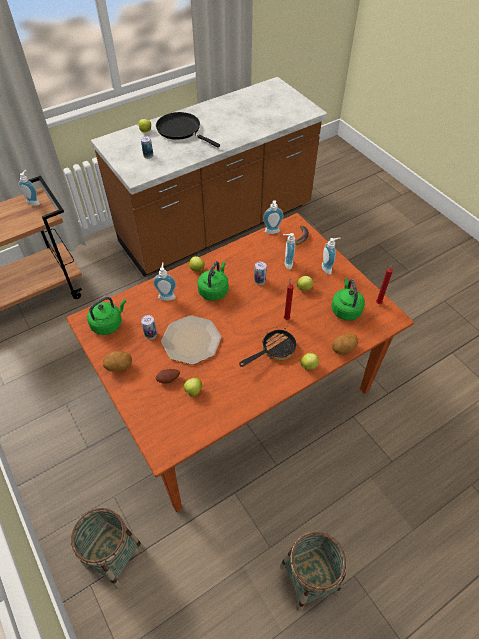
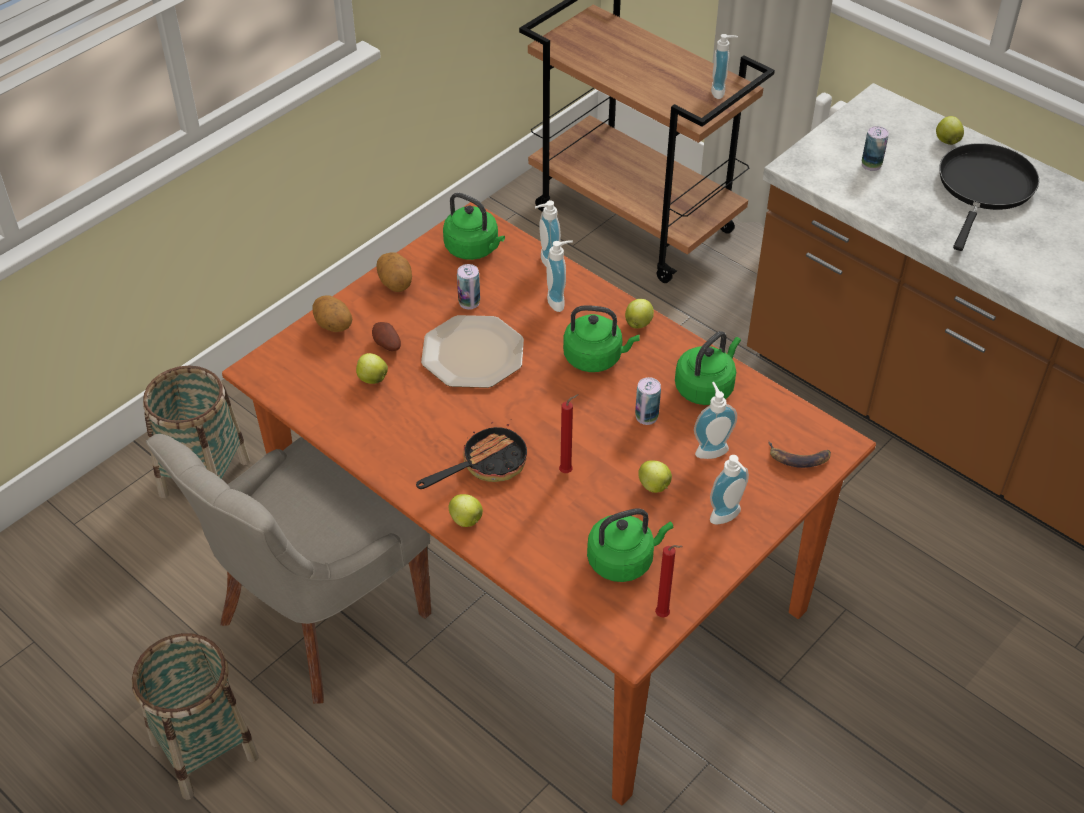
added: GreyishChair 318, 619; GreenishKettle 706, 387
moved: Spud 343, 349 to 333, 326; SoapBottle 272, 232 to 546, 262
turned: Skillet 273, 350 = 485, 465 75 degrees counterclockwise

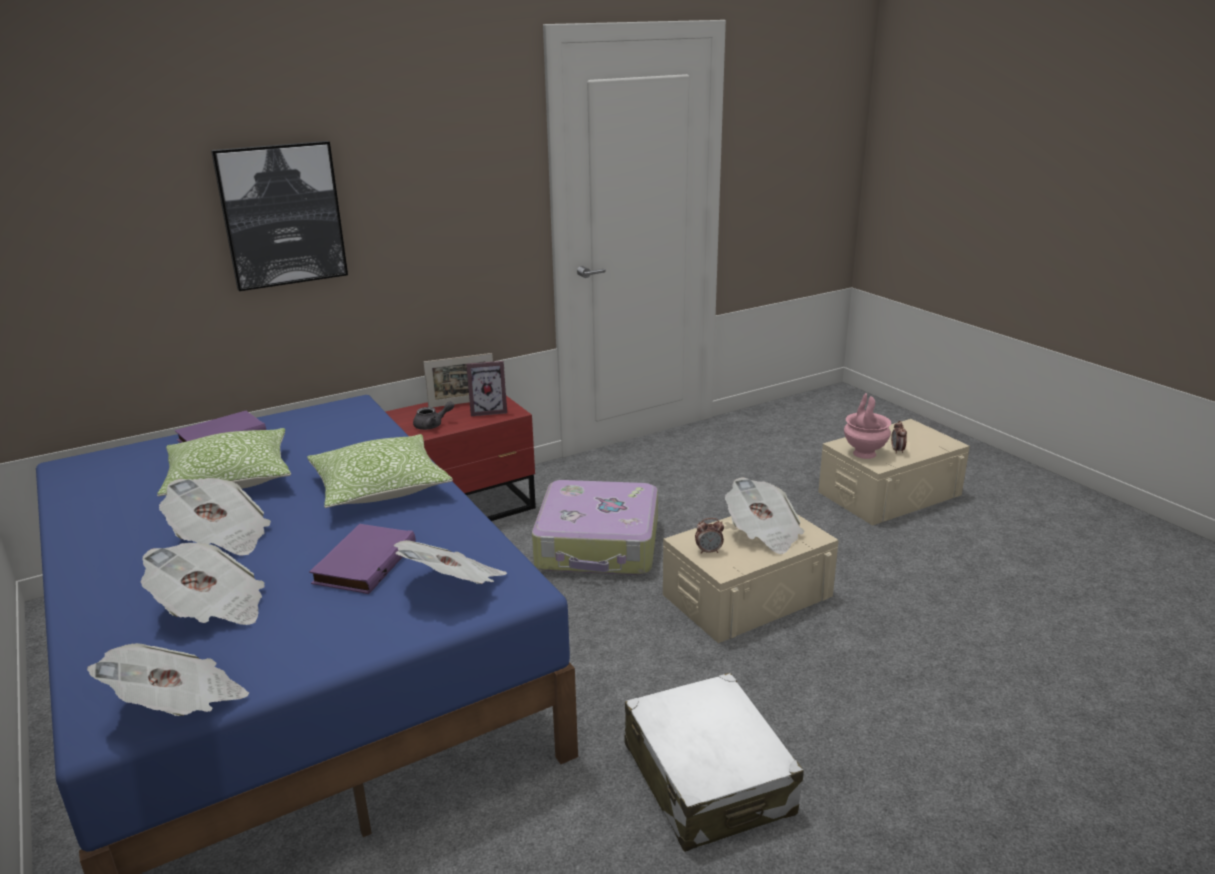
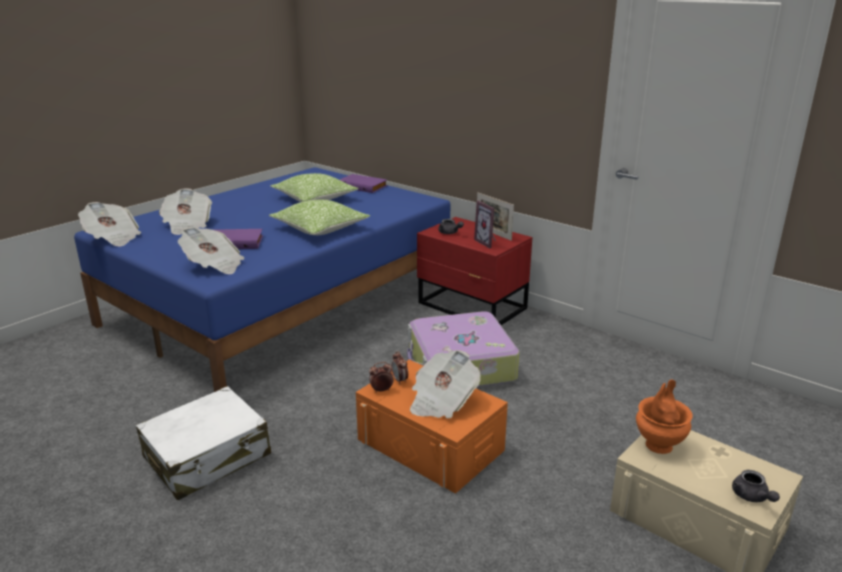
removed: DailyPaper 221, 538; WallPicture 282, 215
added: GreyishPotForTea 752, 497
moved: AlarmClock 897, 451 to 381, 390
recoloured: BeigeStorageBin 747, 595 to OrangeColouredStorageBin 430, 445; PinkColouredFlowerVase 864, 453 to OrangeColouredFlowerVase 659, 445

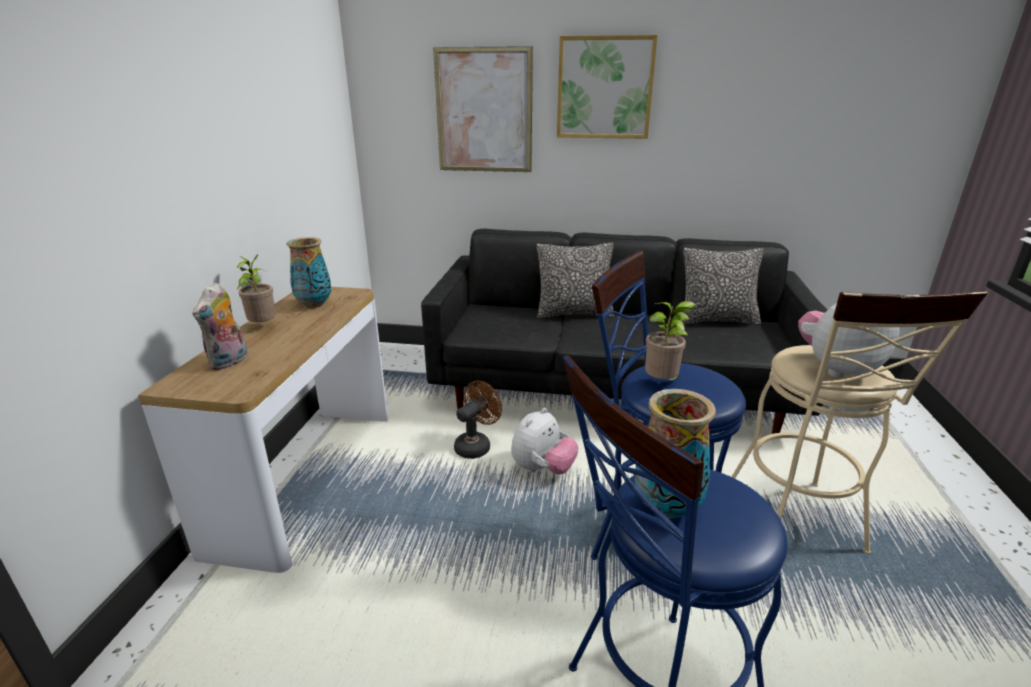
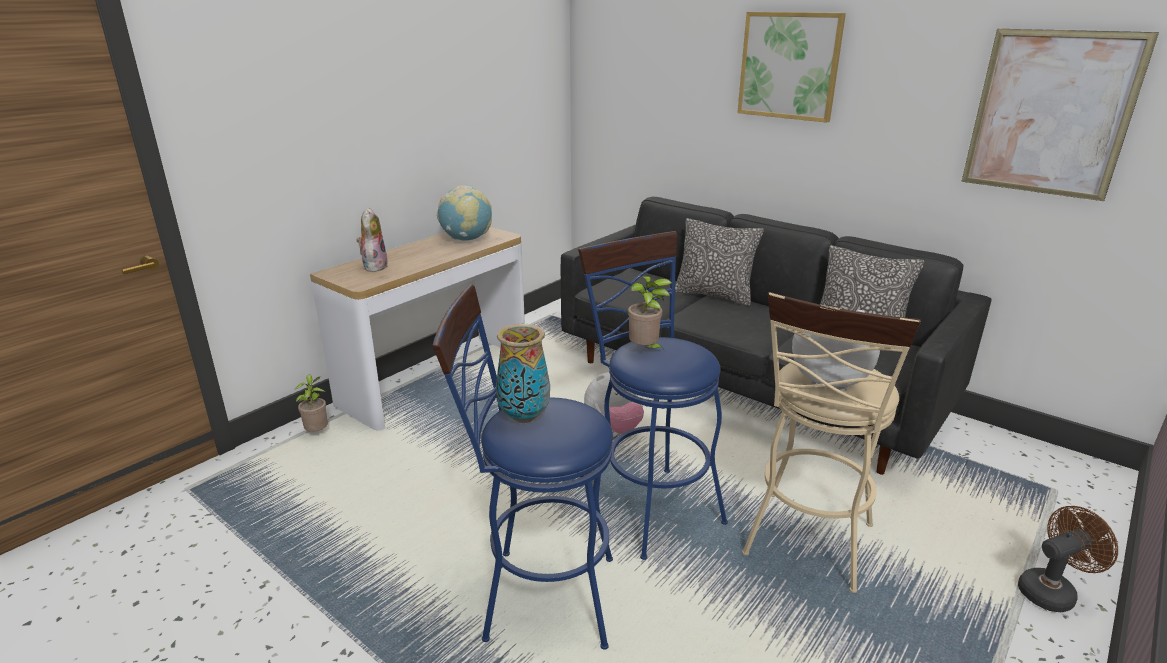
moved: PlantInAPot 263, 327 to 318, 432; WallPicture 484, 111 to 1050, 114; BrownColouredCoolingFan 476, 445 to 1051, 591
replaced: FlowerVase 314, 305 to DeskGlobe 466, 239
turned: SoftToy 230, 362 = 374, 266 135 degrees clockwise

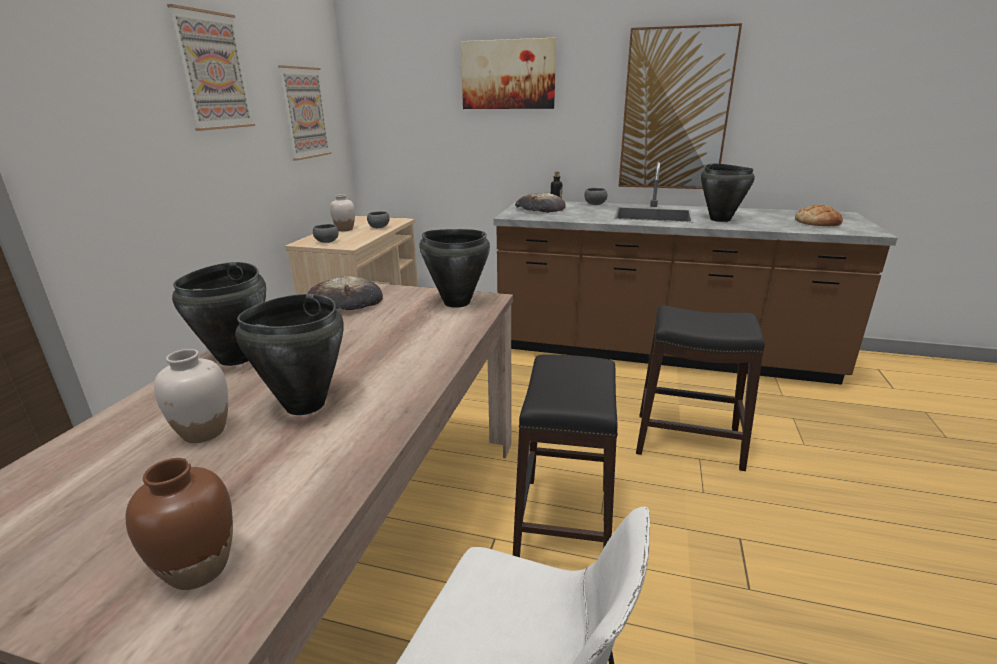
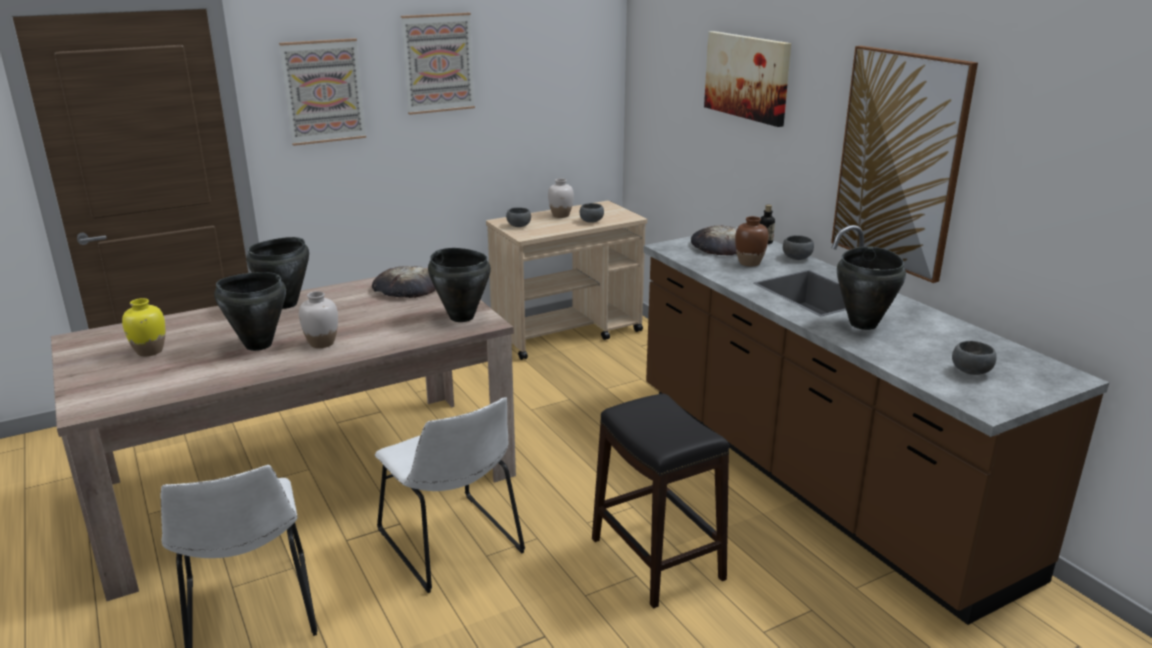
added: YellowColouredFlowerVase 150, 351
moved: WallPicture 305, 113 to 323, 91; WhitishFlowerVase 203, 432 to 321, 343; BrownColouredFlowerVase 198, 568 to 749, 263
replaced: BlackishStoolSeat 565, 523 to WhitishChair 453, 545; BakedBread 817, 222 to GreyishDeepDish 972, 372

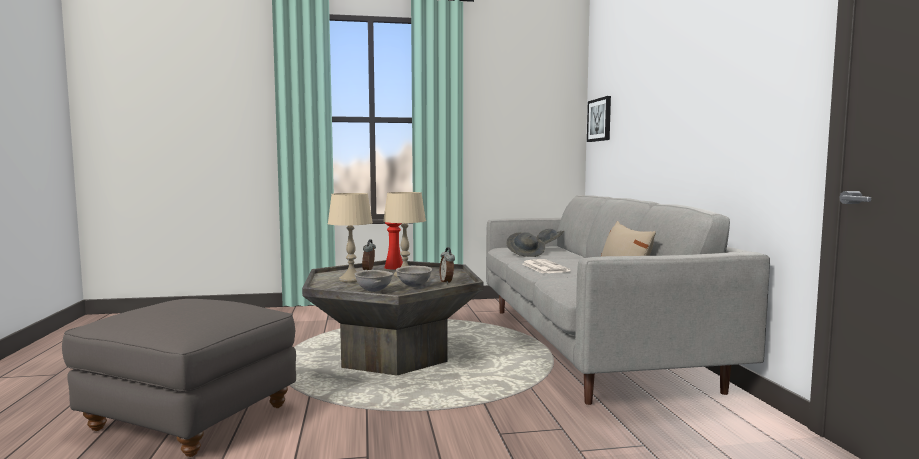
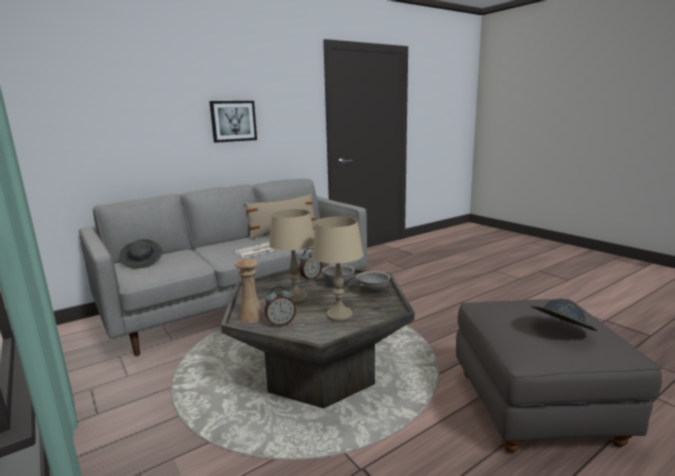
moved: WallPicture 600, 120 to 233, 121; GreyishHat 526, 254 to 560, 331
recoloured: RedFlowerVase 394, 267 to BeigeFlowerVase 251, 317

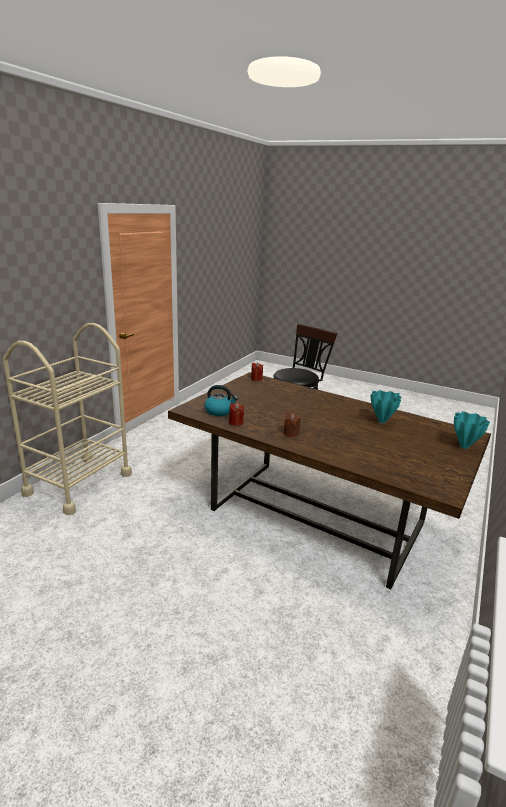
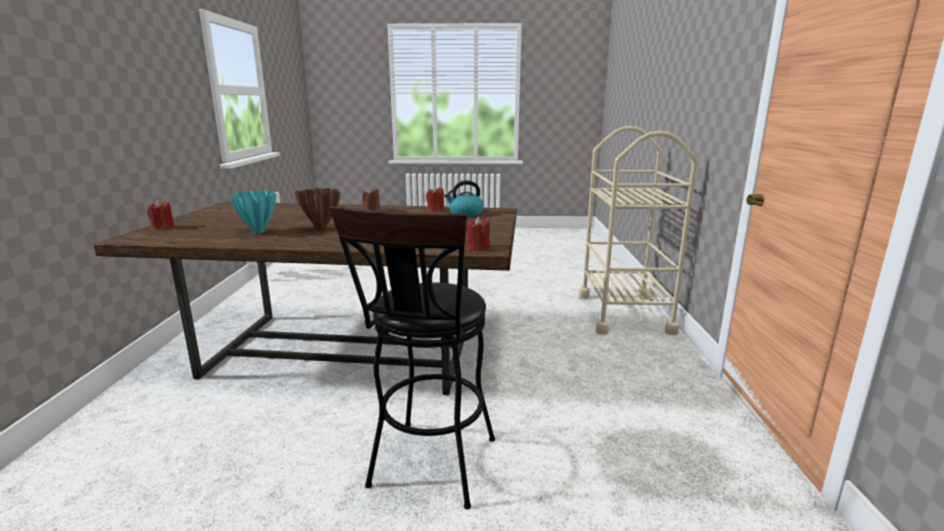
added: BrownColouredFlowerVase 322, 229
replaced: BlueGreenFlowerVase 464, 446 to RedCandle 163, 227

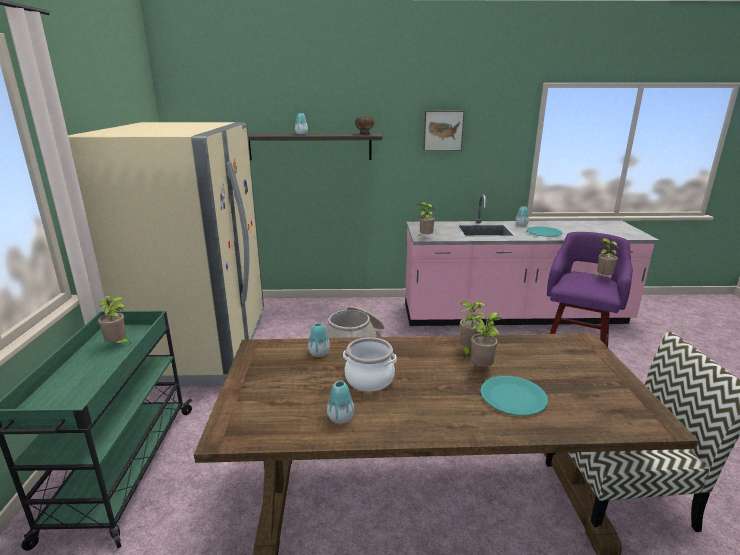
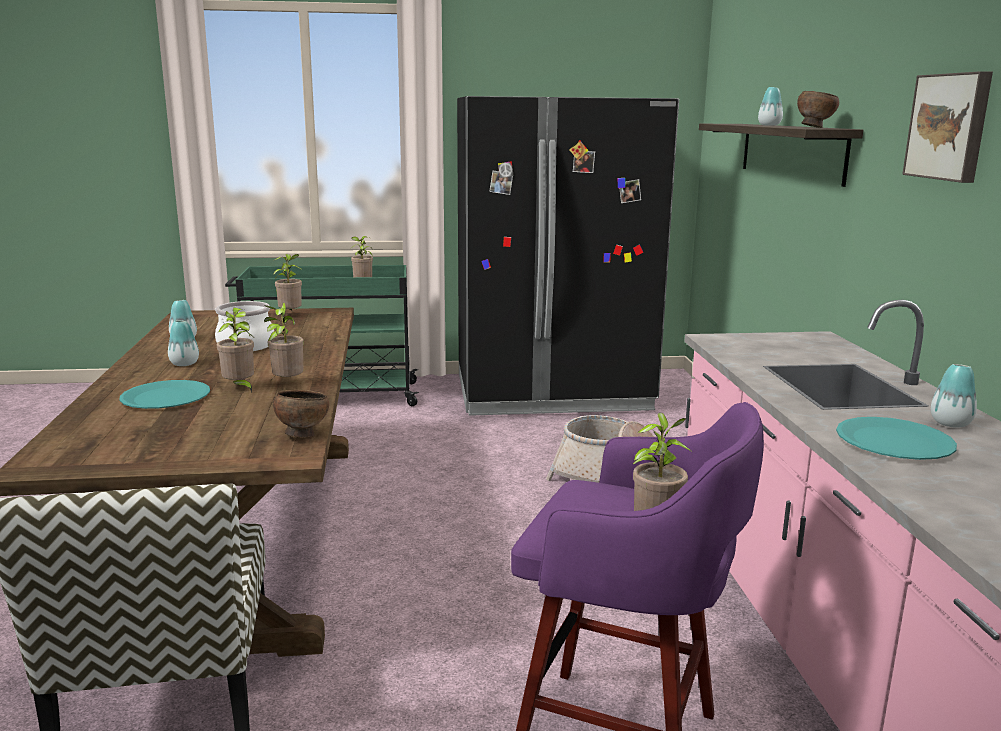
added: BrownColouredDeepDish 302, 435
moved: FlowerVase 319, 353 to 184, 364; PlantInAPot 425, 237 to 291, 315
recoloured: BeigeKitchenFridge 202, 347 to BlackishKitchenFridge 552, 393

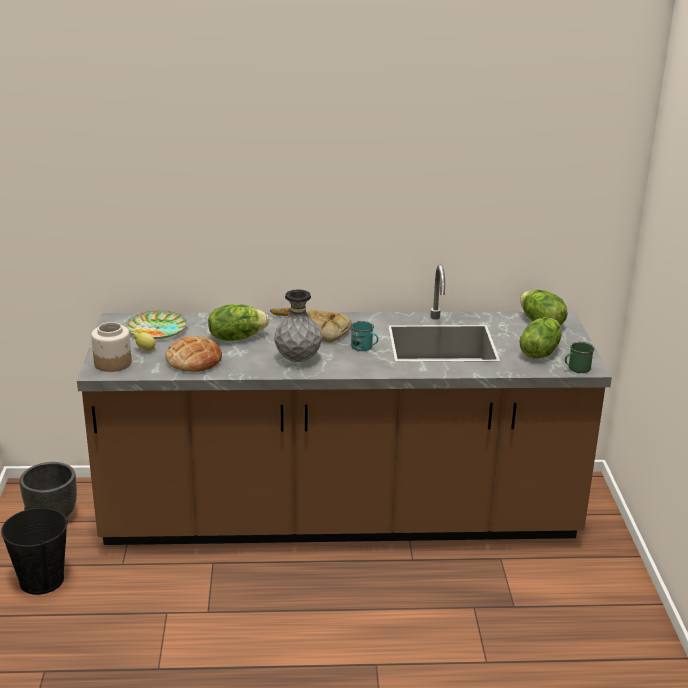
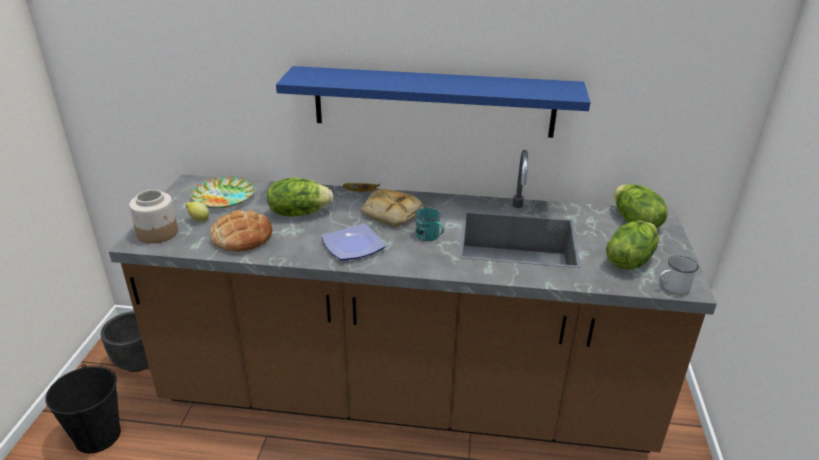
added: BluishWallShelf 433, 102
replaced: GreyishFlowerVase 298, 359 to Plate 352, 246
recoloured: GreenishTeaMug 576, 369 to WhitishTeaMug 672, 287

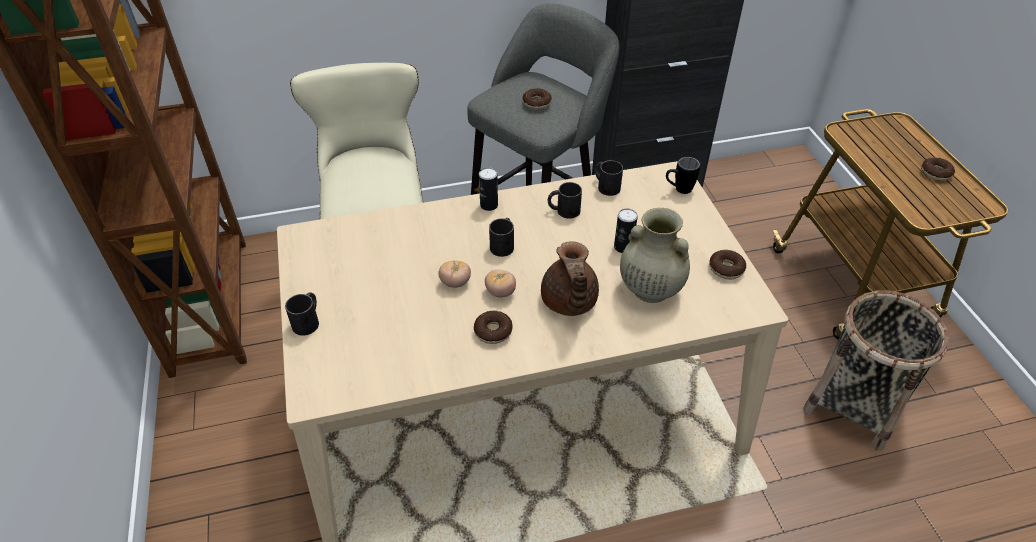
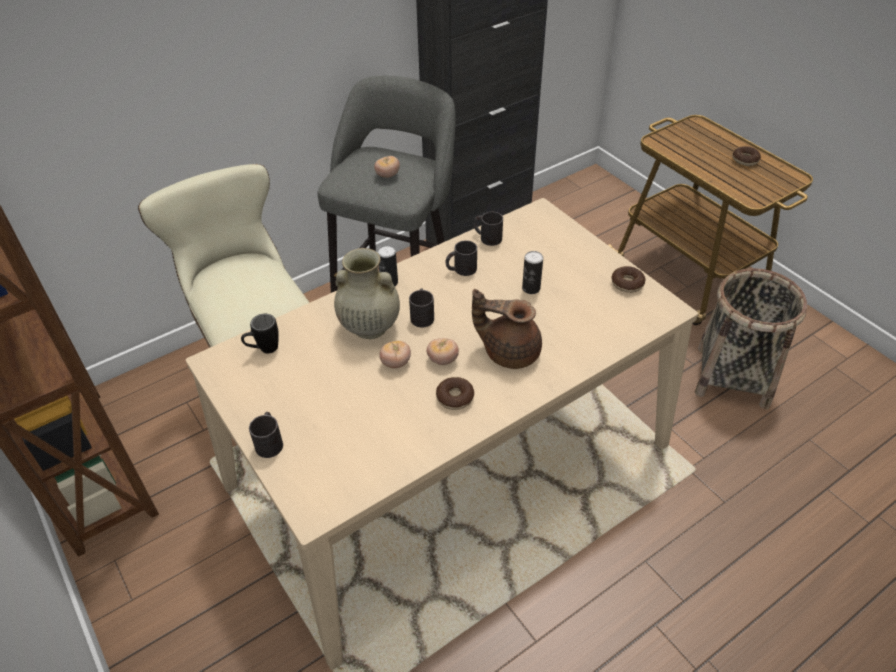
moved: BlackishTeaMug 678, 190 to 263, 350; BeigeFlowerVase 649, 289 to 369, 327
replaced: Doughnut 537, 103 to FreshTomato 387, 175
turned: BrownColouredPotForTea 568, 302 = 509, 351 135 degrees clockwise

